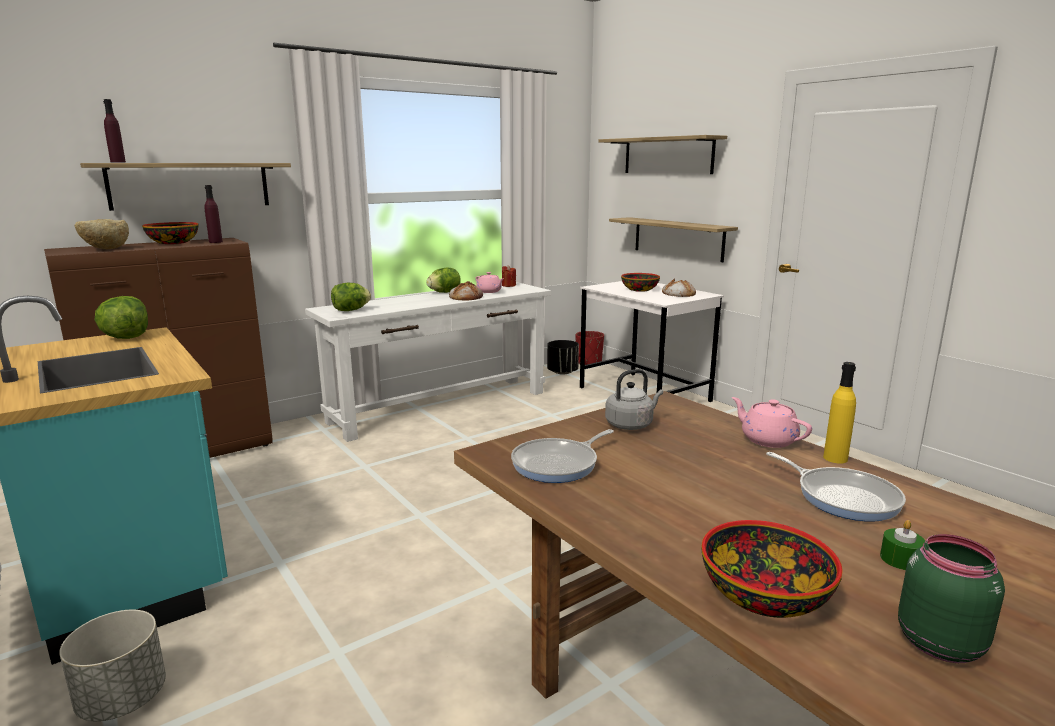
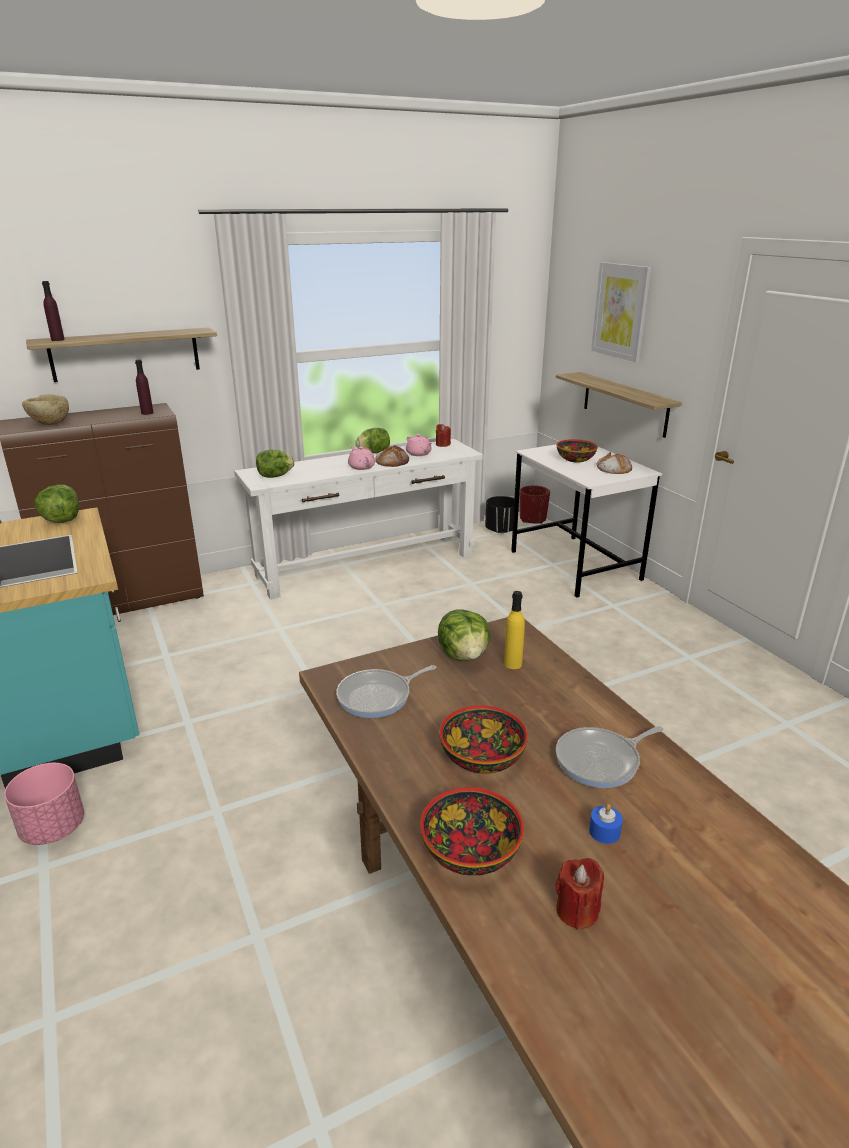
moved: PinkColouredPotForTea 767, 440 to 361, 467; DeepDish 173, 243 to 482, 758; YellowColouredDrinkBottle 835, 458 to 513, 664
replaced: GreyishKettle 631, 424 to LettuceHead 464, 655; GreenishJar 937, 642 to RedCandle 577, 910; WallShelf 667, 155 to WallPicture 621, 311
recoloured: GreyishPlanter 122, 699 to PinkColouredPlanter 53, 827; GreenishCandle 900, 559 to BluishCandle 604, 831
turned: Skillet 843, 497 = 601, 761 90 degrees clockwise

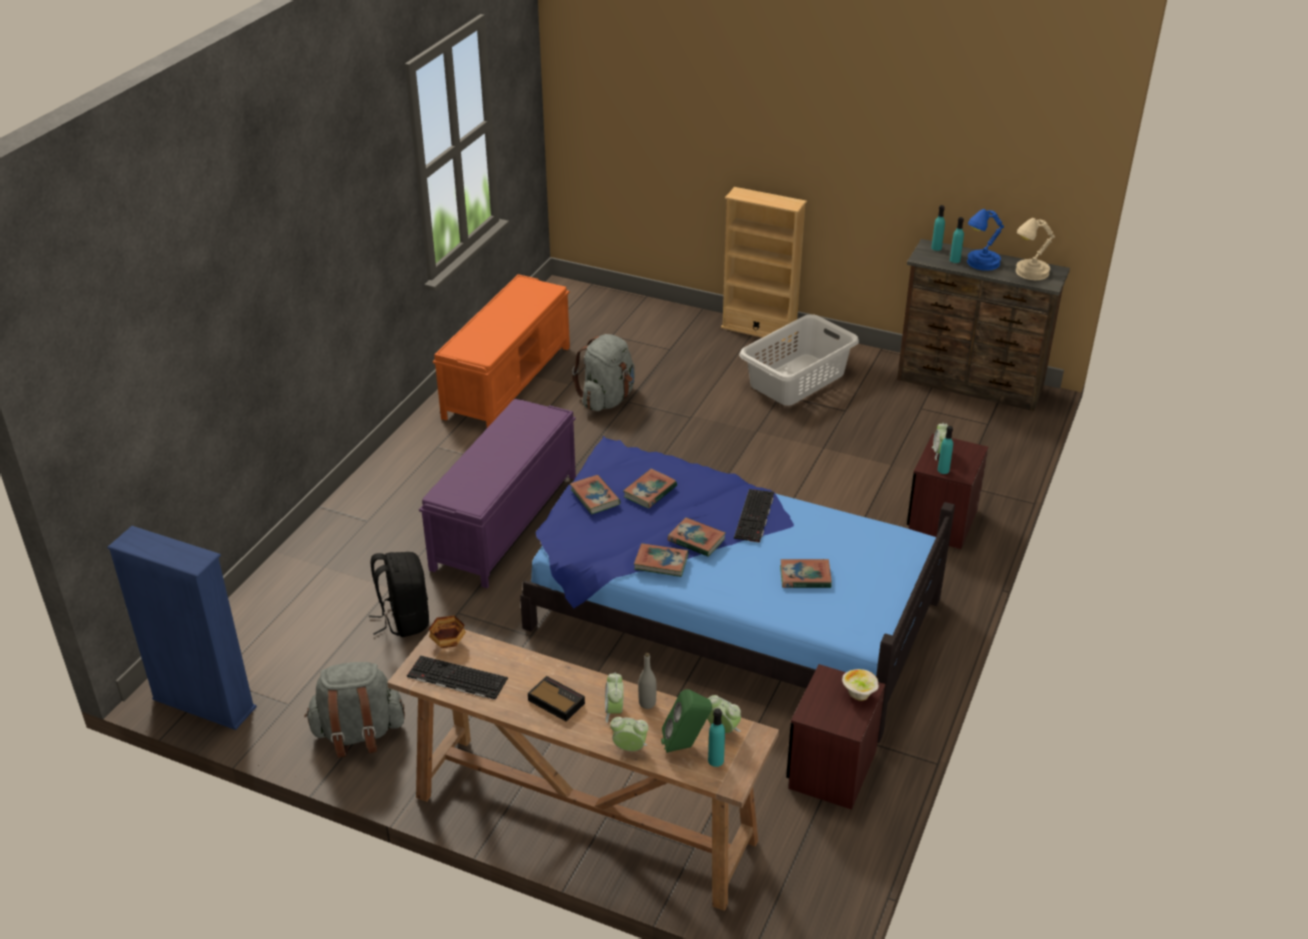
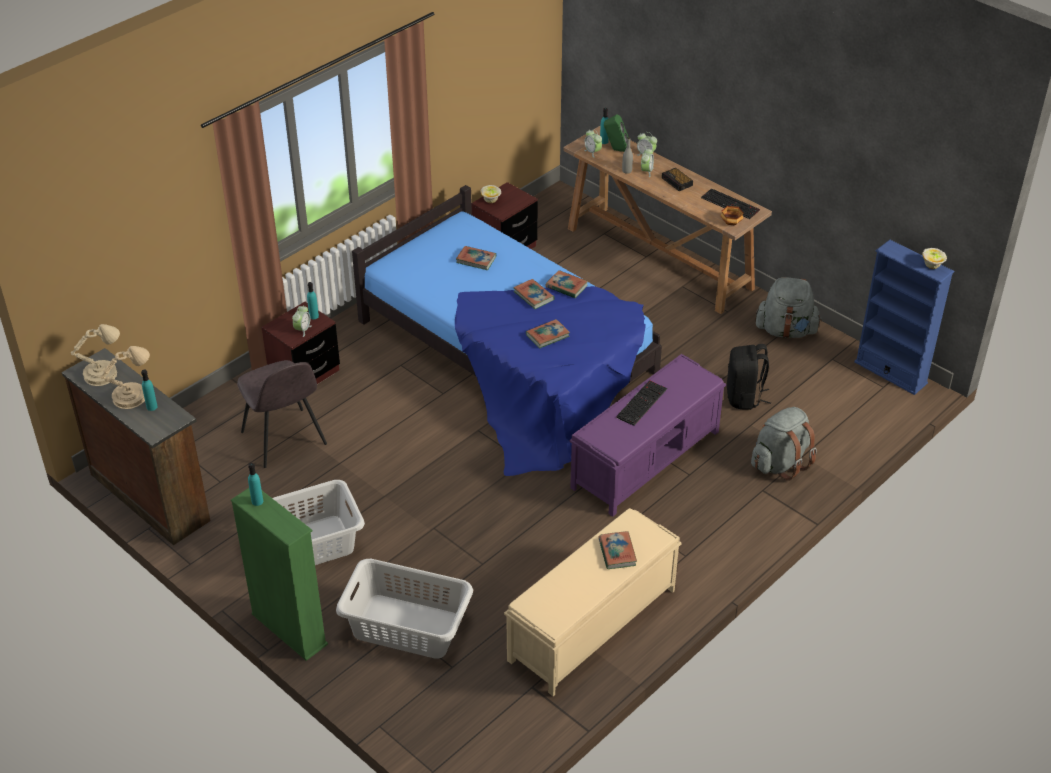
added: GreyishChair 284, 440; GreyishWashingBasket 407, 627; DeepDish 932, 266
moved: BlueGreenDrinkBottle 936, 248 to 257, 501; Book 595, 497 to 617, 552; PcKeyboard 755, 516 to 641, 402; GreyishBackpack 607, 399 to 780, 463
recoloured: BluishLampForATable 981, 263 to BeigeLampForATable 132, 397; BeigeBookcase 759, 330 to GreenishBookcase 289, 629; OrangeColouredIndoorBench 508, 381 to BeigeIndoorBench 591, 626

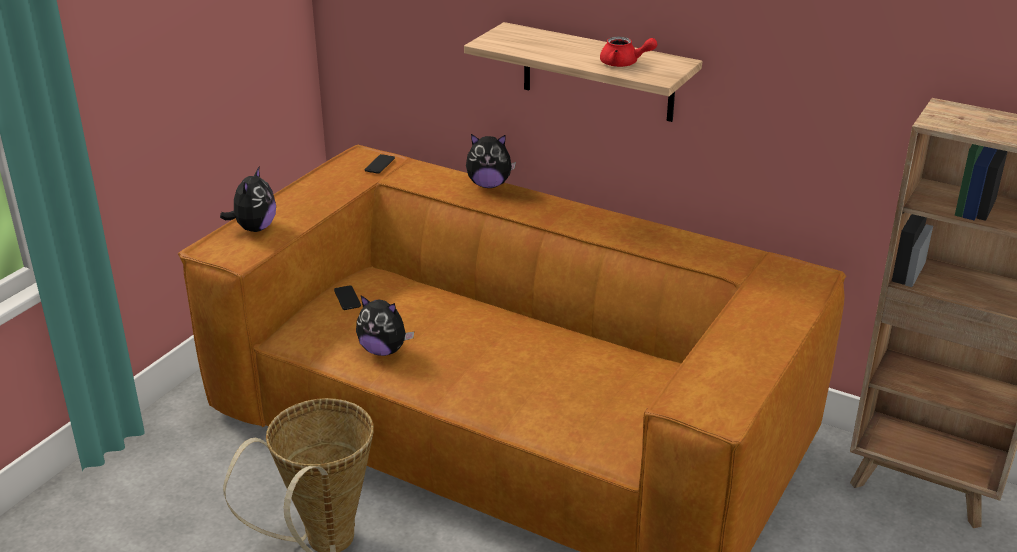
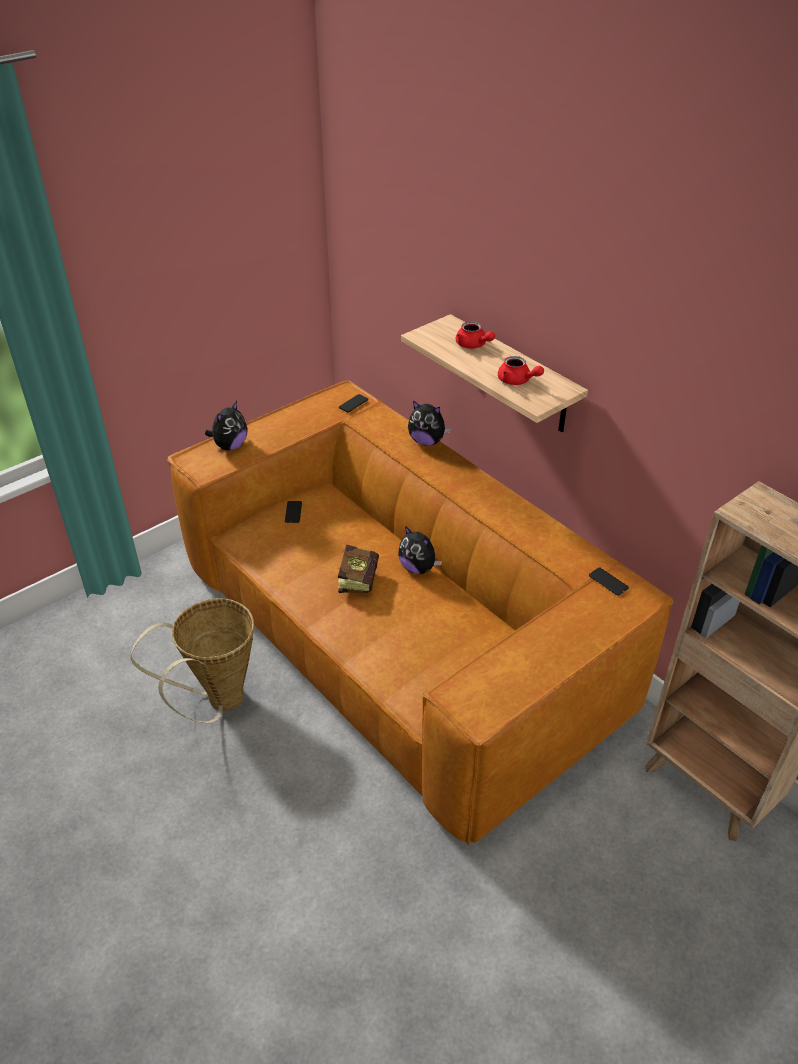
added: Book 359, 578; RedPotForTea 473, 345; Phone 608, 582
moved: SoftToy 383, 350 to 418, 568

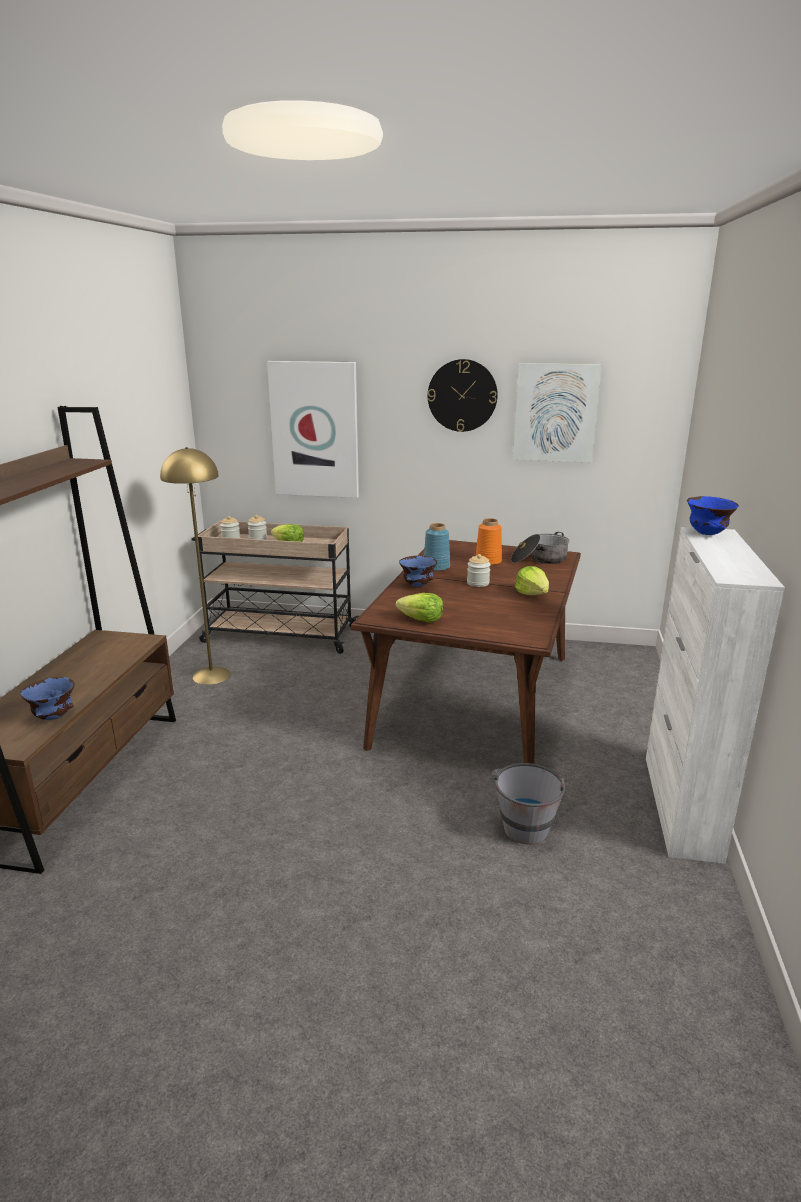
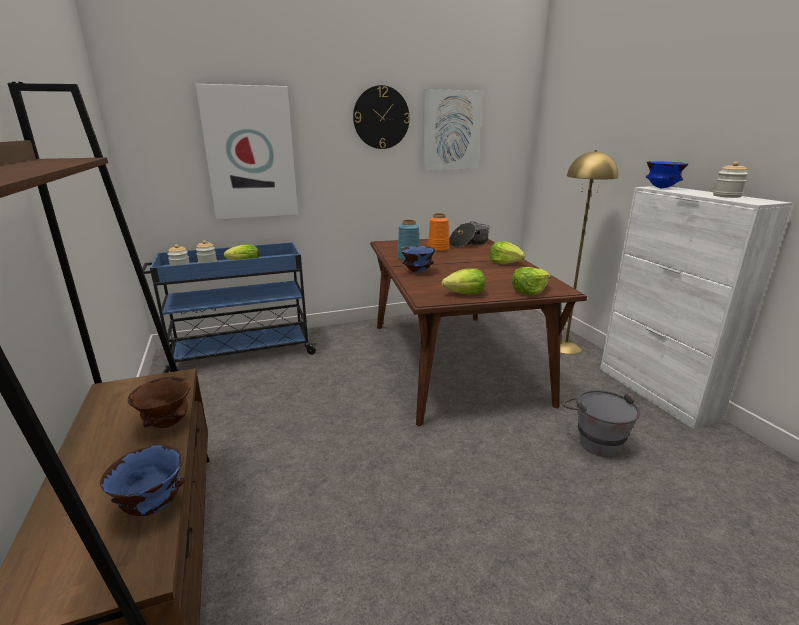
added: BrownColouredDeepDish 167, 424; LettuceHead 529, 291
moved: YellowColouredFloorLamp 211, 675 to 565, 347; Jar 478, 583 to 726, 196
recoloured: BeigeTrolley 278, 635 to BluishTrolley 240, 352

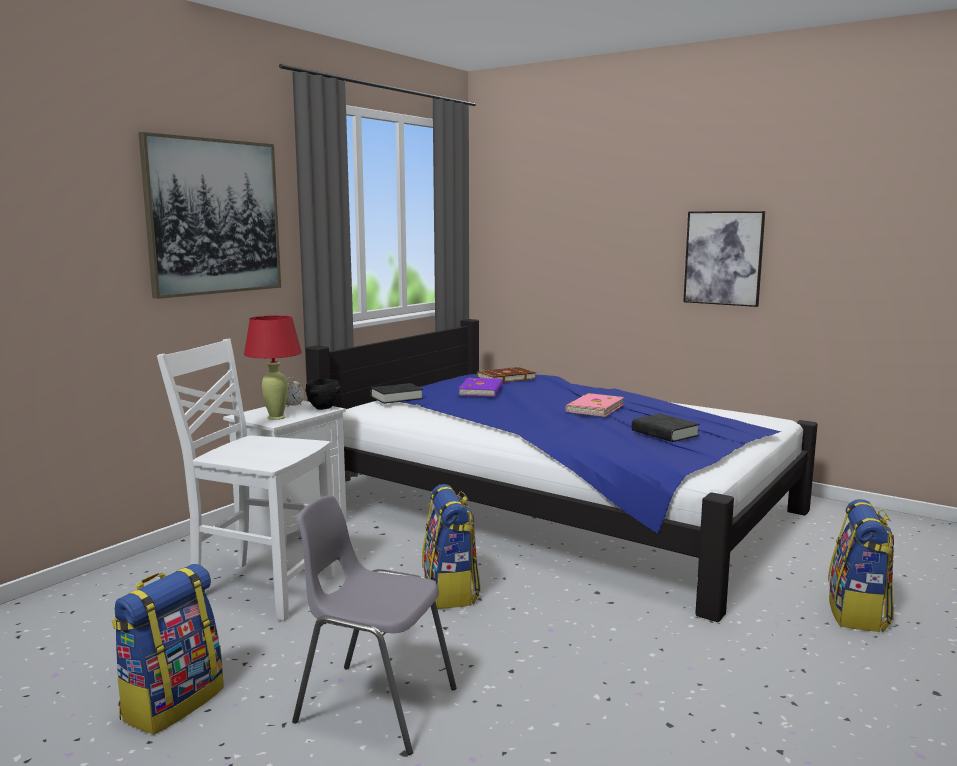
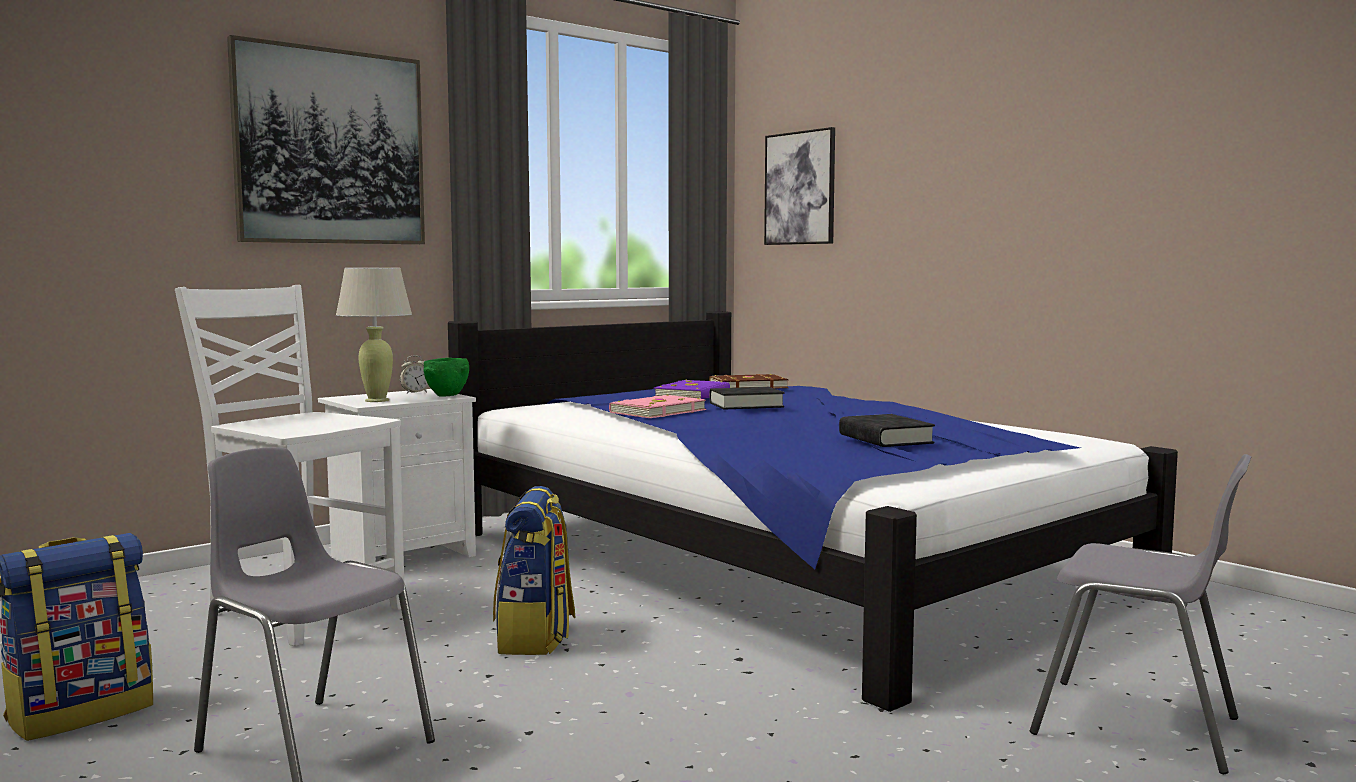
moved: PinkColouredBook 594, 408 to 656, 411; BlackishBook 396, 398 to 746, 405; WallPicture 723, 258 to 800, 188
replaced: Backpack 858, 613 to GreyishChair 1138, 726
recoloured: RedLampForATable 276, 417 to BeigeLampForATable 377, 400; BlackishDeepDish 323, 408 to GreenishDeepDish 447, 396

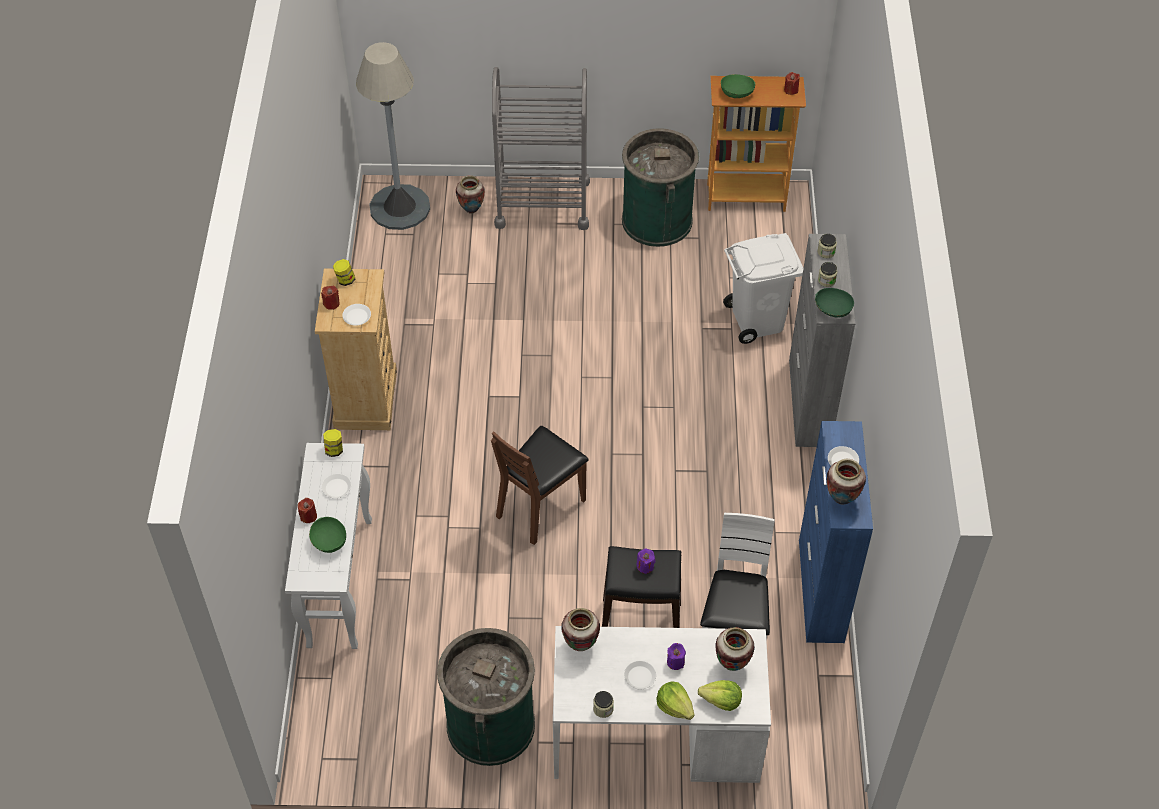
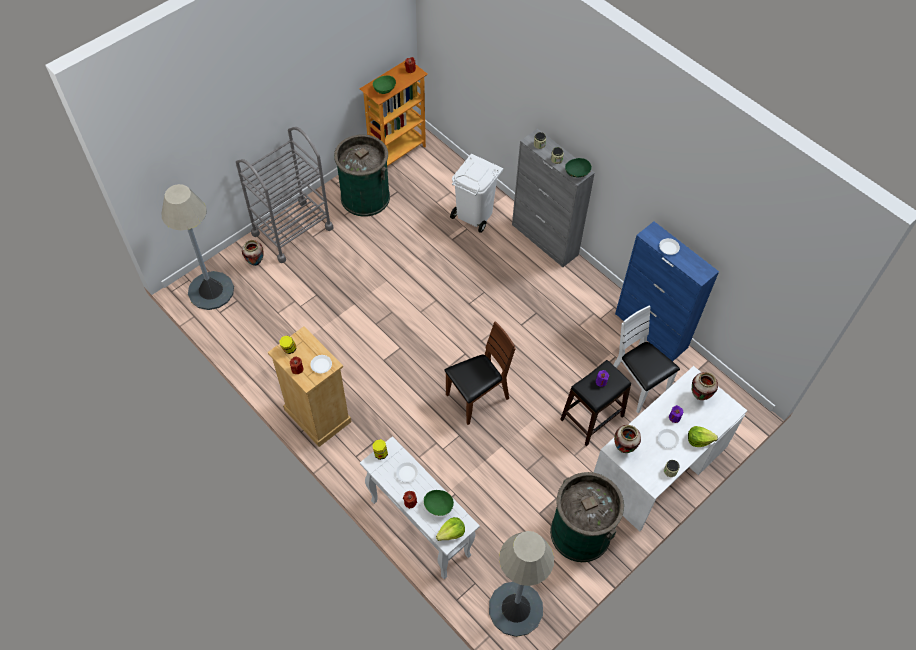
removed: FlowerVase 841, 499
added: GreyishFloorLamp 515, 609
moved: LettuceHead 721, 701 to 451, 533
turned: BrownColouredChair 540, 506 = 477, 398 120 degrees counterclockwise

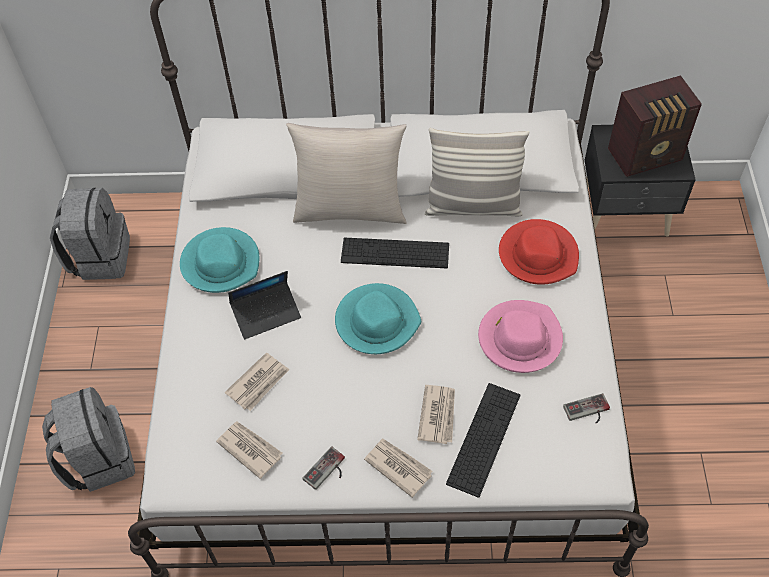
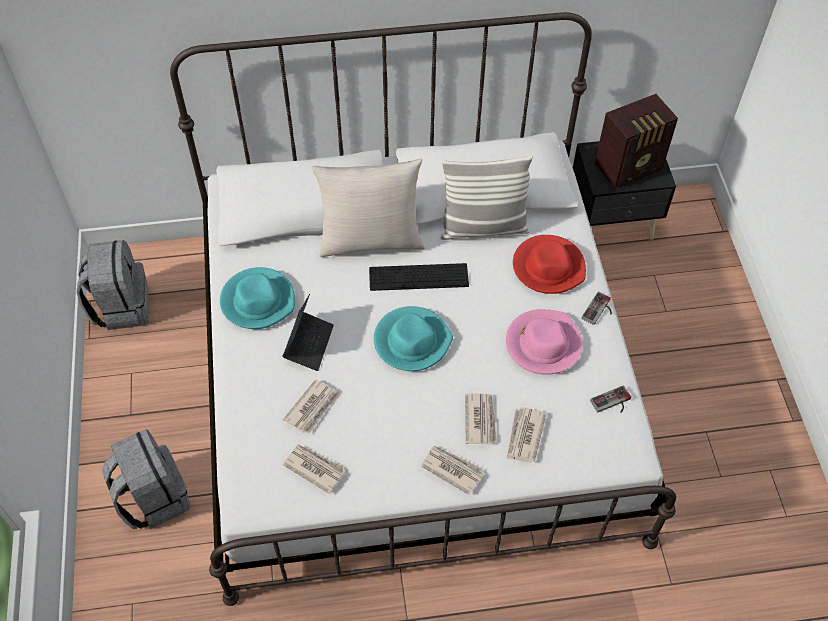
moved: GameController 328, 472 to 599, 311
replaced: PcKeyboard 484, 438 to DailyPaper 524, 436
turned: Laptop 266, 314 = 309, 344 45 degrees counterclockwise

